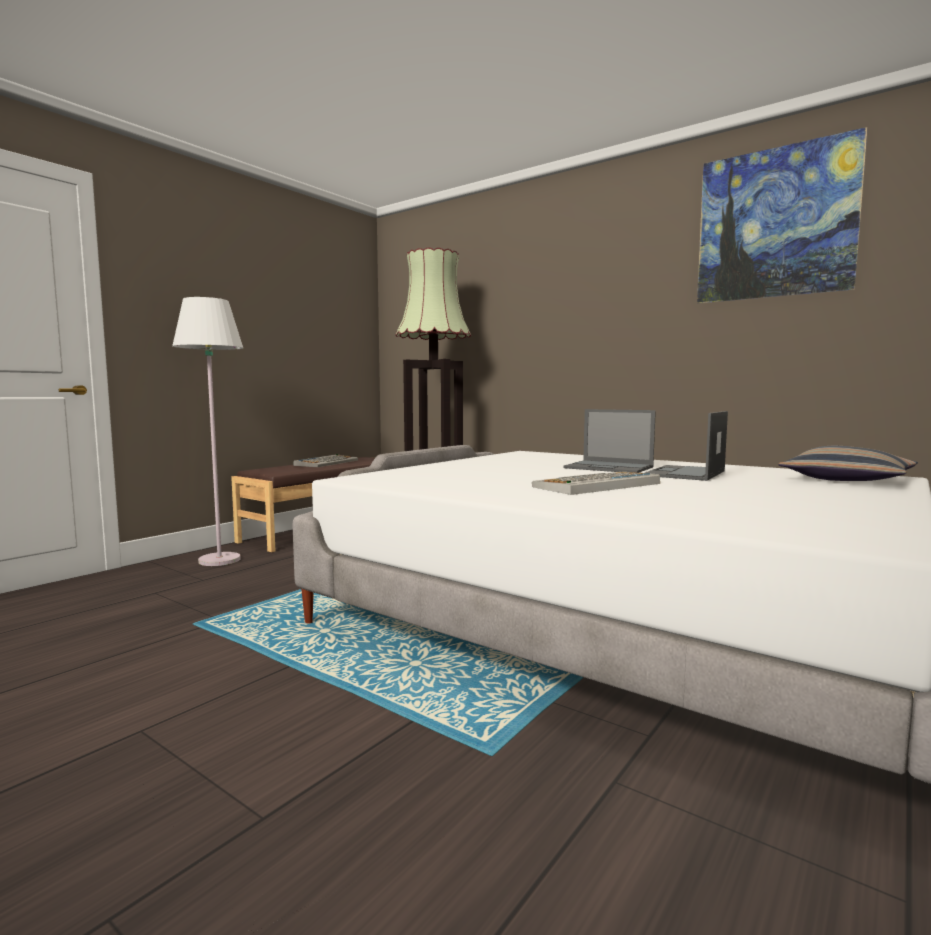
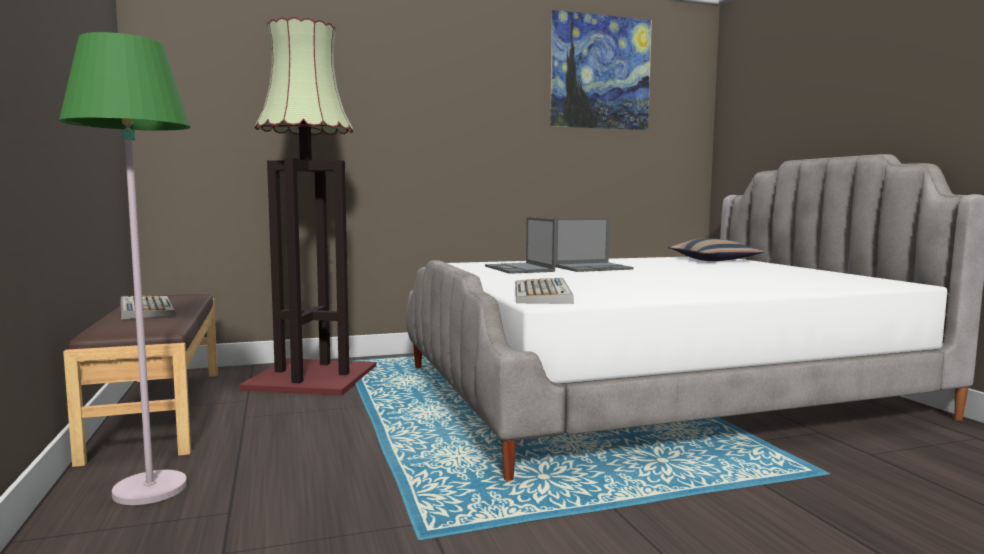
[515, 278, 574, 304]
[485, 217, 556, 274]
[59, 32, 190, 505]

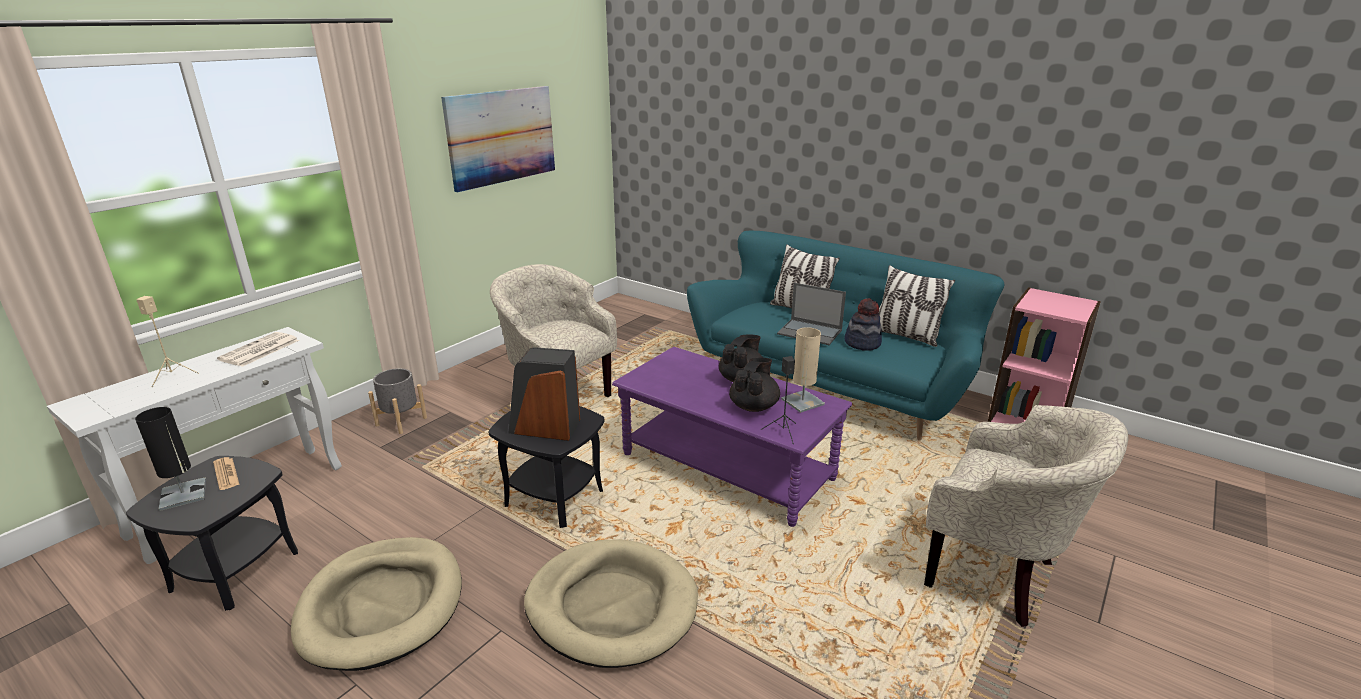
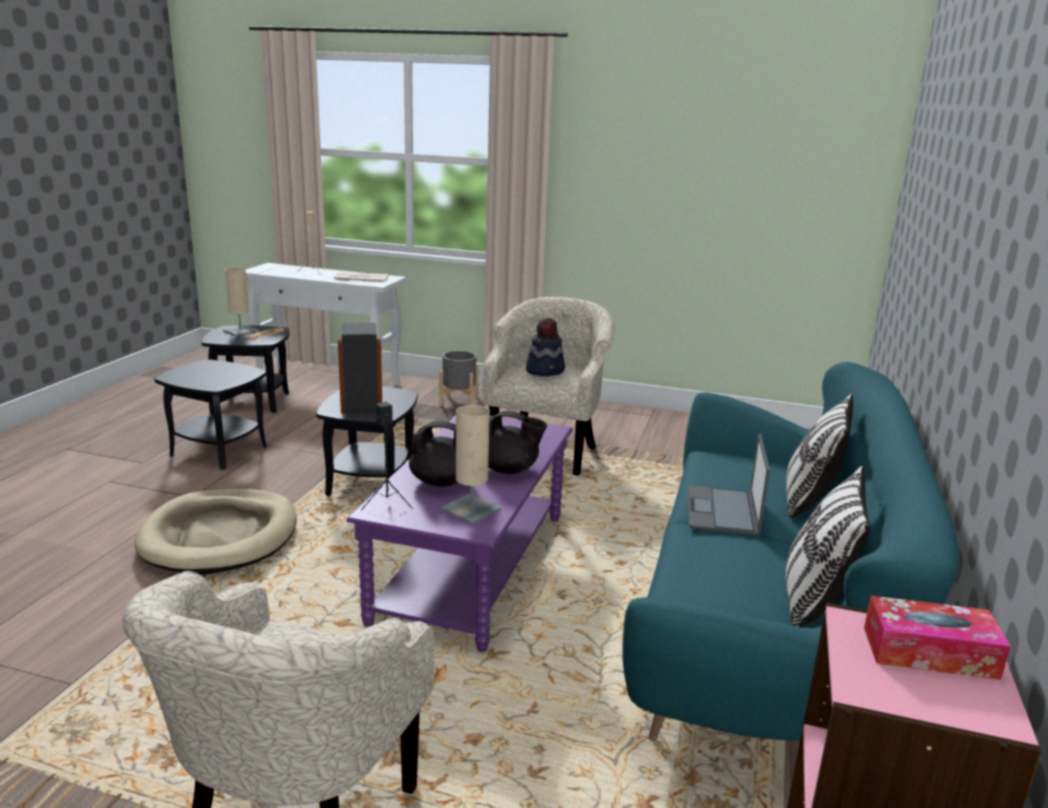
[441, 86, 555, 192] (first image)
[864, 596, 1011, 680]
[526, 318, 565, 376]
[154, 360, 267, 470]
[223, 268, 259, 336]

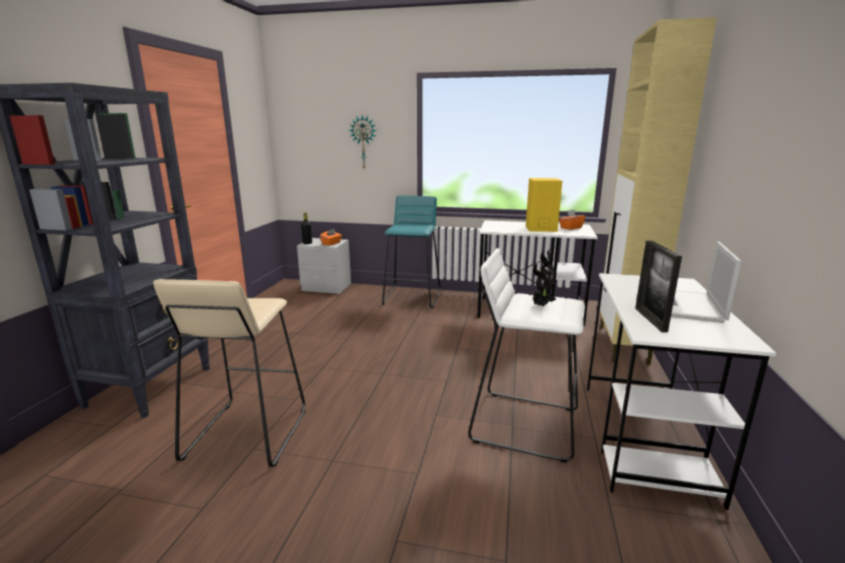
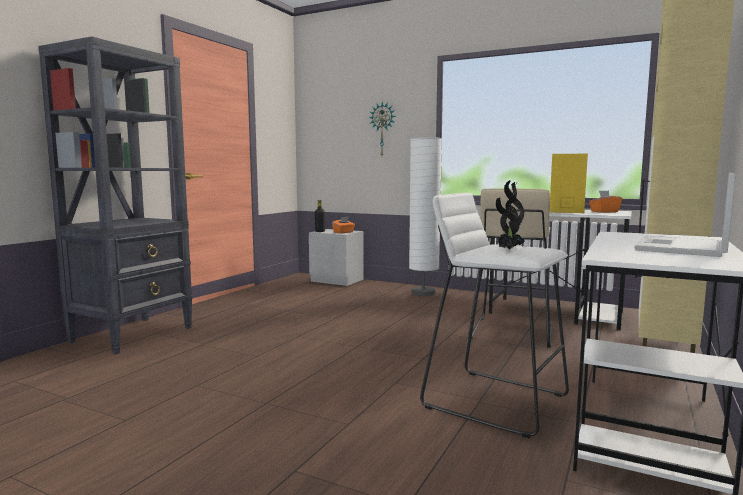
[635, 241, 682, 332] (first image)
[468, 188, 552, 348]
[409, 137, 442, 296]

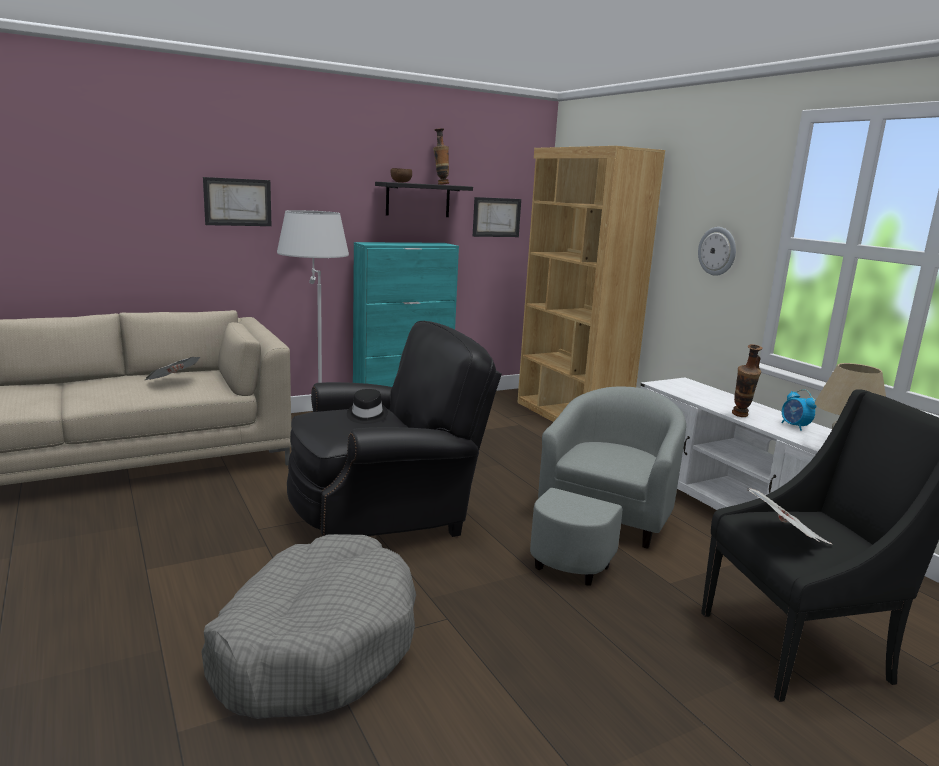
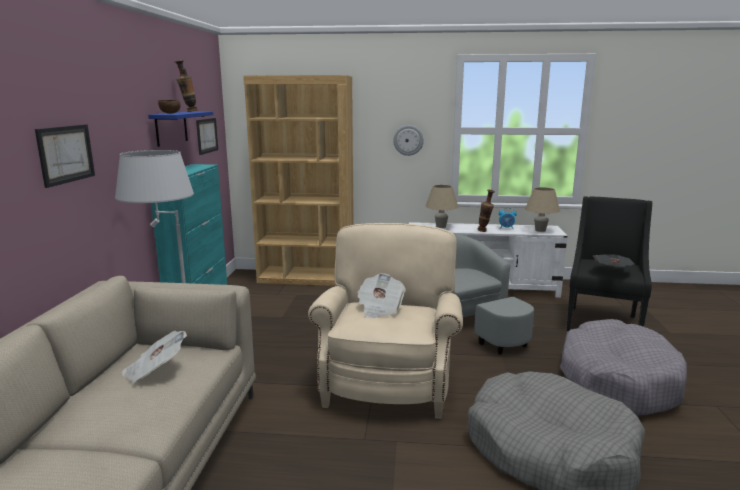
[426, 185, 458, 228]
[560, 319, 687, 416]
[357, 273, 406, 318]
[308, 223, 463, 419]
[148, 111, 213, 147]

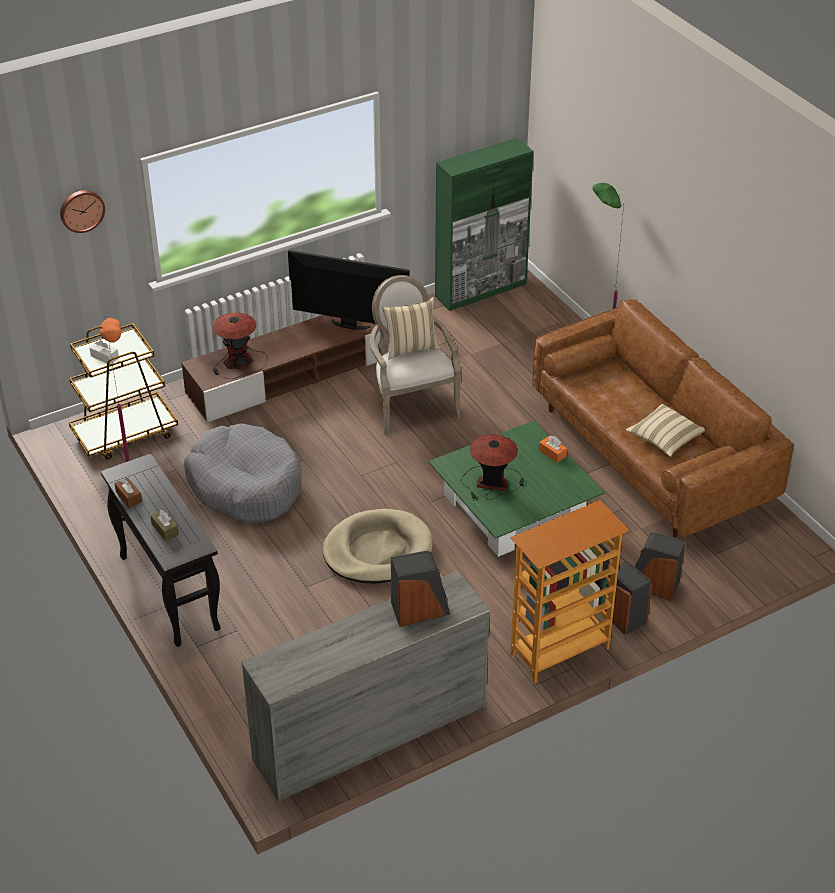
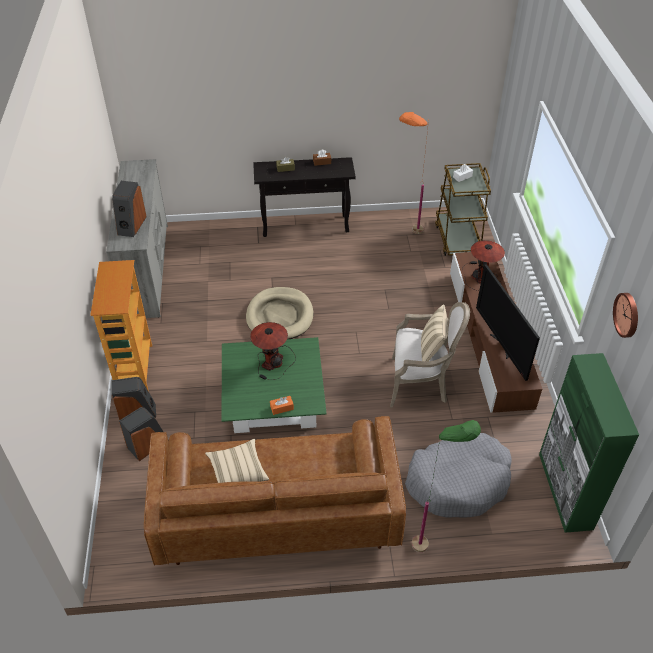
[613, 293, 638, 338]
[405, 433, 512, 518]
[476, 264, 540, 381]

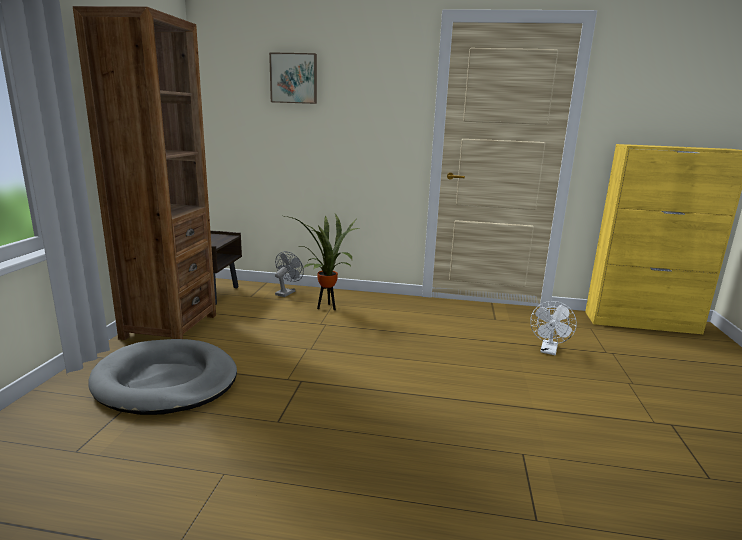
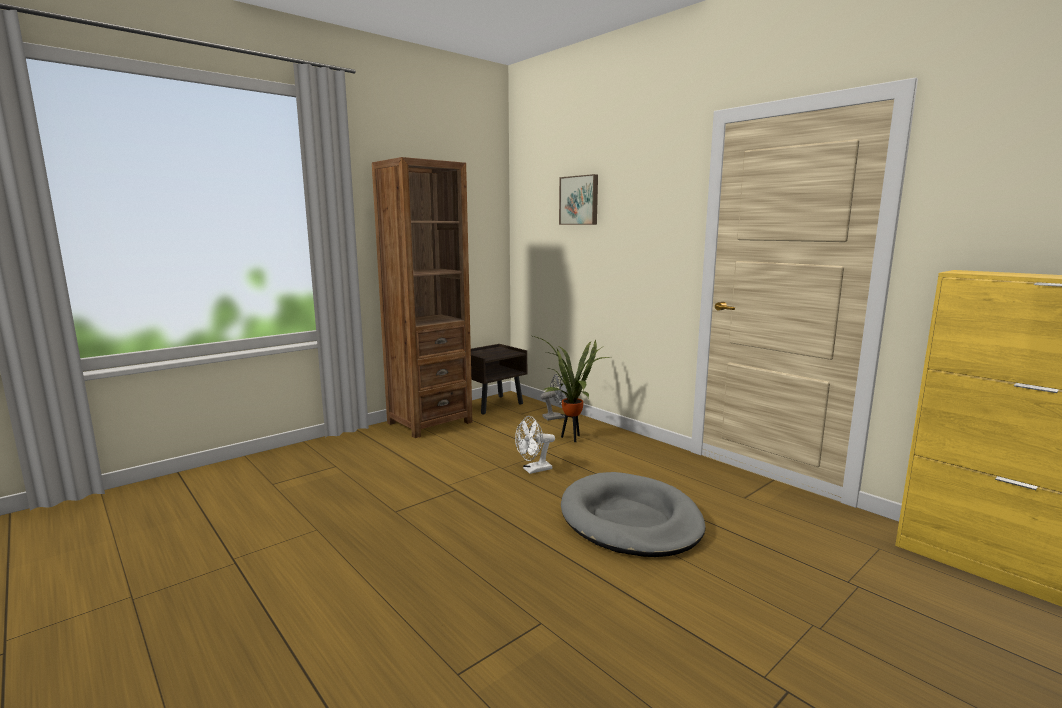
[561, 472, 705, 557]
[515, 416, 555, 474]

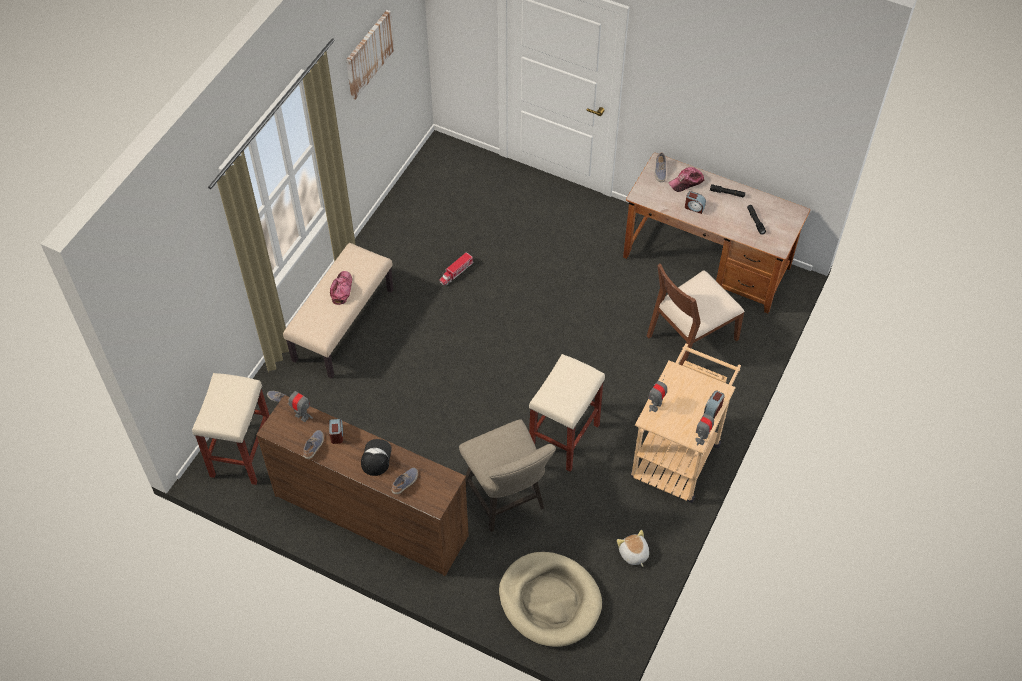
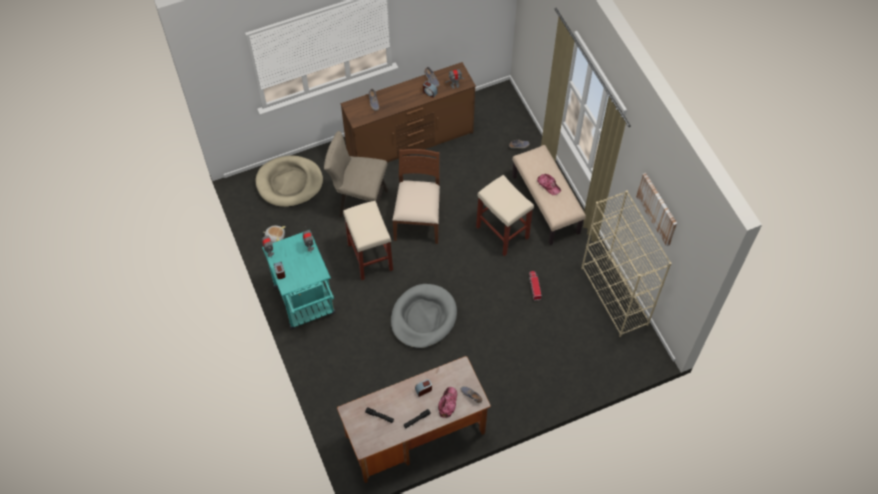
[361, 439, 392, 476] (first image)
[391, 284, 457, 349]
[581, 191, 672, 337]
[476, 175, 534, 256]
[392, 149, 440, 244]
[262, 230, 336, 330]

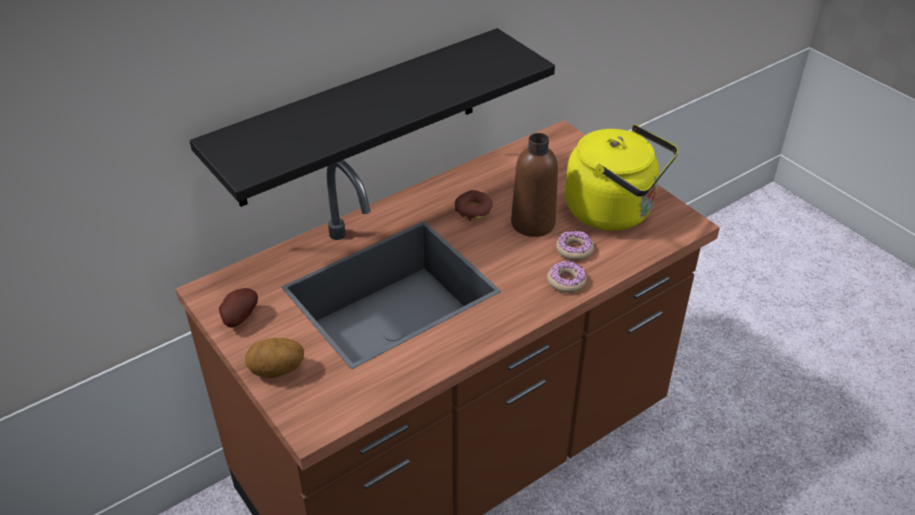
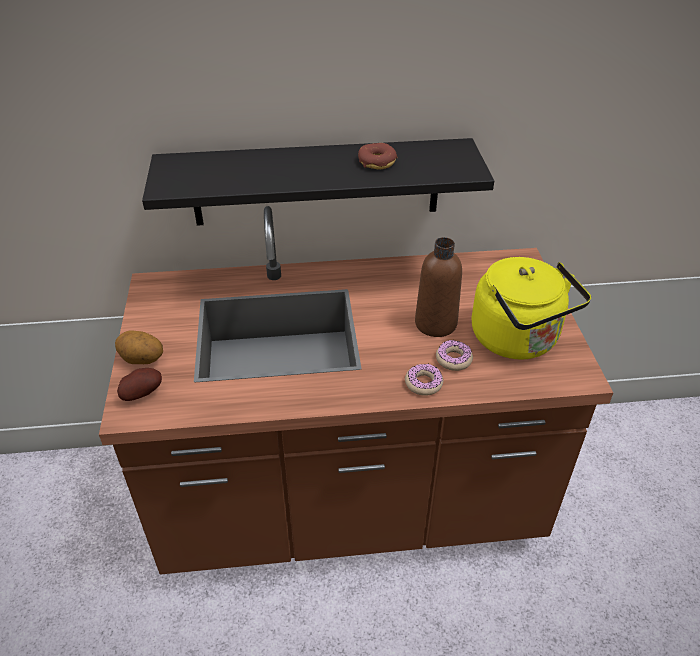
[117, 368, 162, 401]
[358, 143, 397, 169]

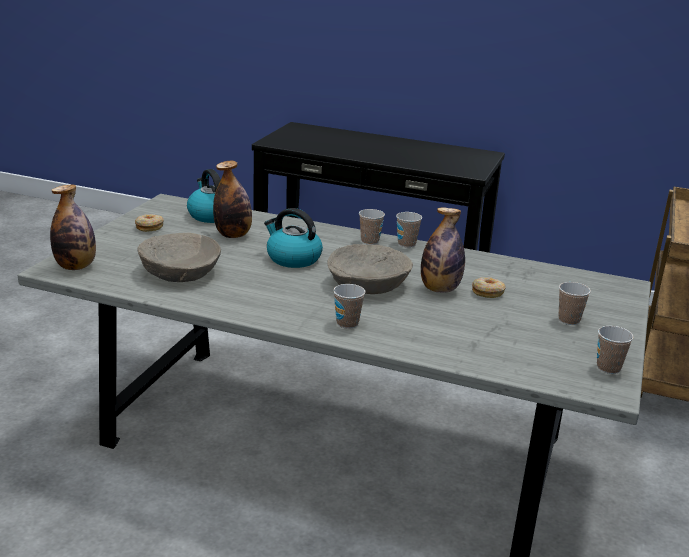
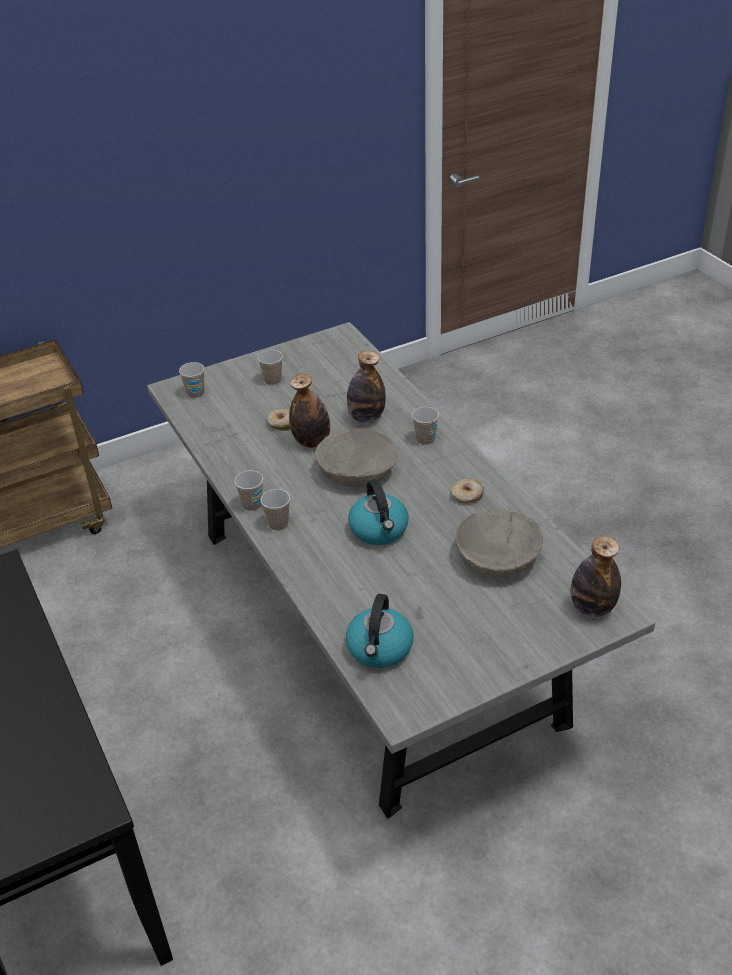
[451, 478, 484, 504]
[347, 351, 386, 423]
[179, 362, 205, 398]

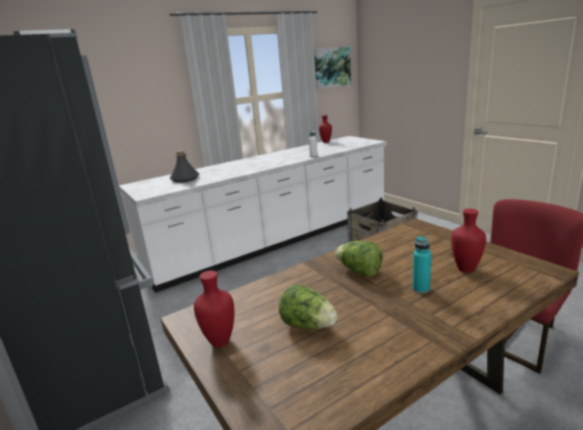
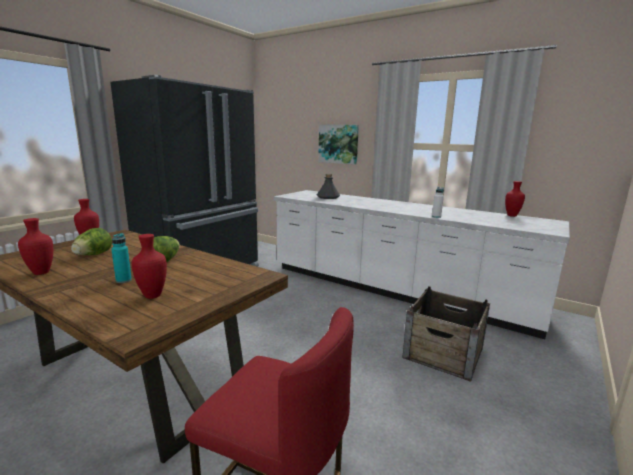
[18, 218, 53, 275]
[318, 125, 359, 165]

